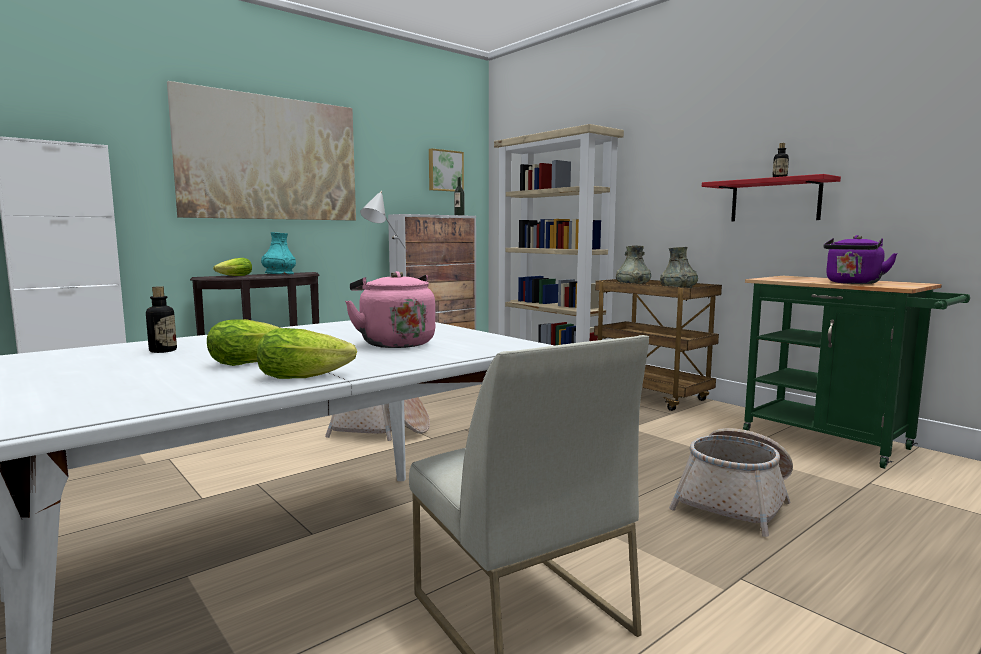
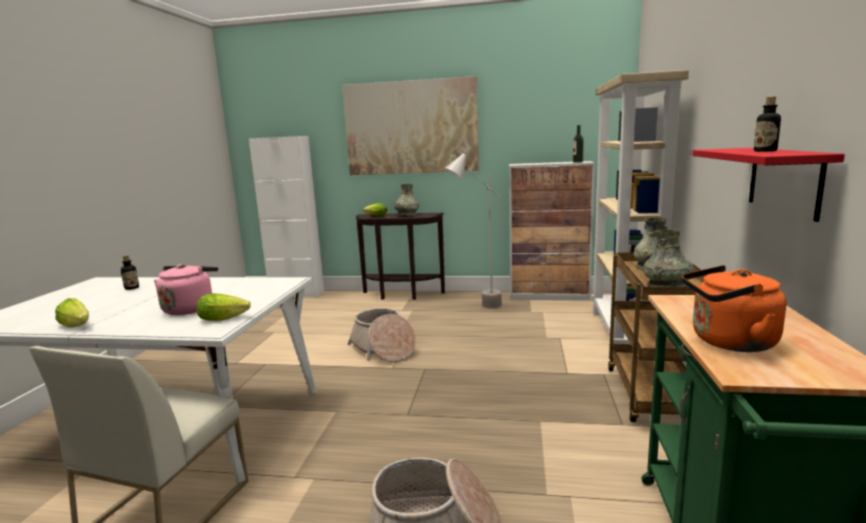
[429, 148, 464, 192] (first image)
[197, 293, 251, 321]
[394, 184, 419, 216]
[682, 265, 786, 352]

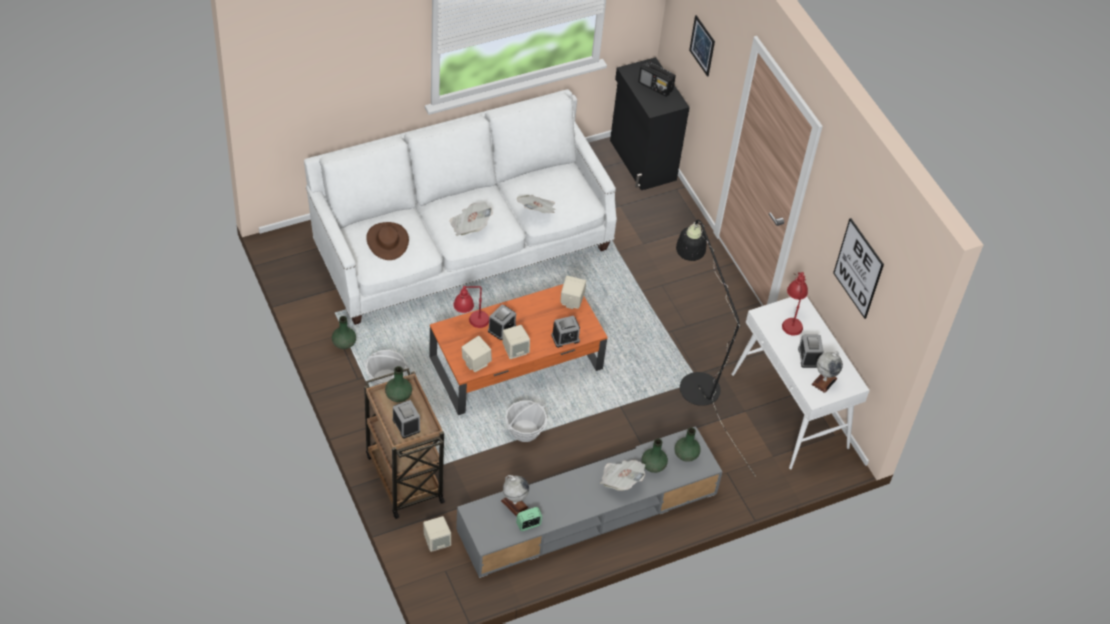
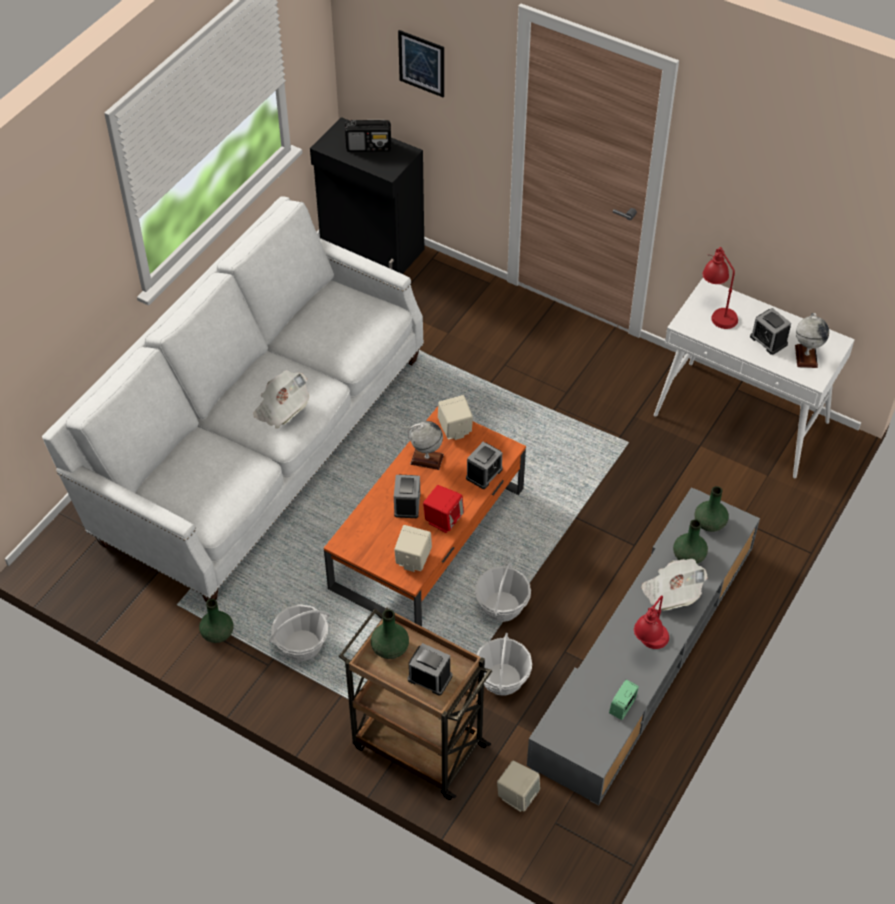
[366, 222, 409, 260] (first image)
[517, 195, 556, 213] (first image)
[676, 220, 756, 477] (first image)
[833, 218, 884, 319] (first image)
[477, 633, 532, 696]
[634, 595, 669, 649]
[408, 421, 444, 470]
[423, 485, 464, 533]

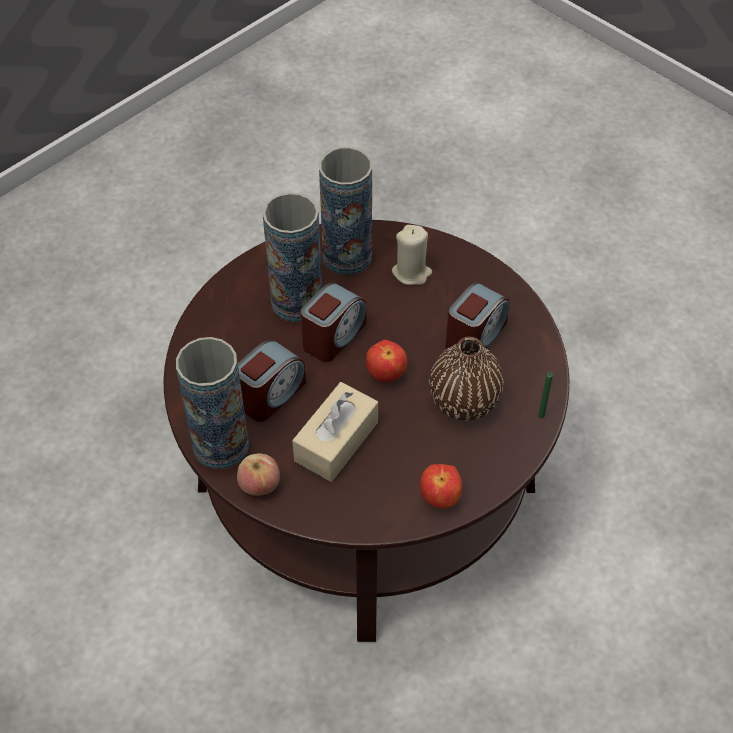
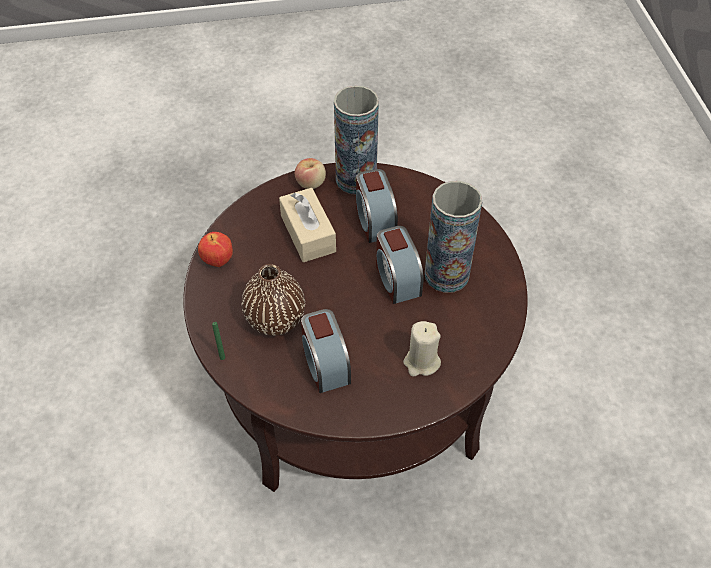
[319, 147, 372, 275] (first image)
[366, 340, 407, 382] (first image)

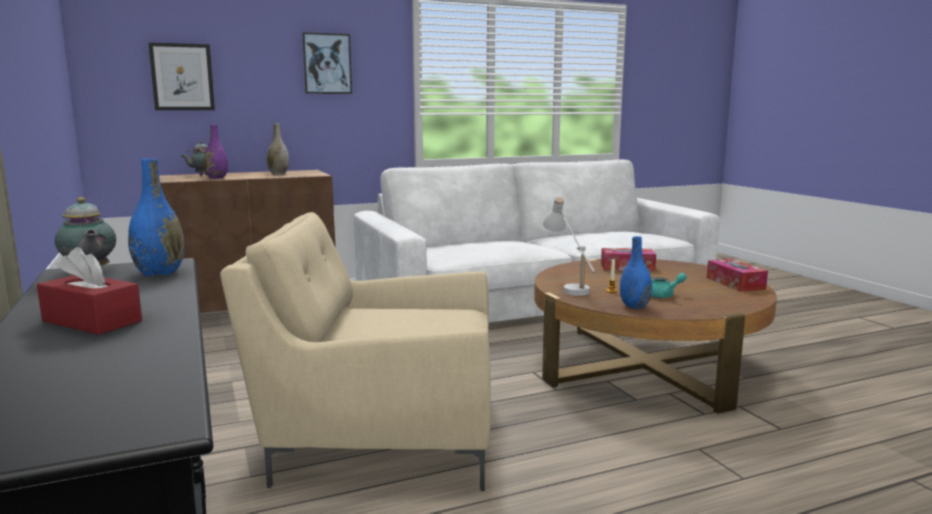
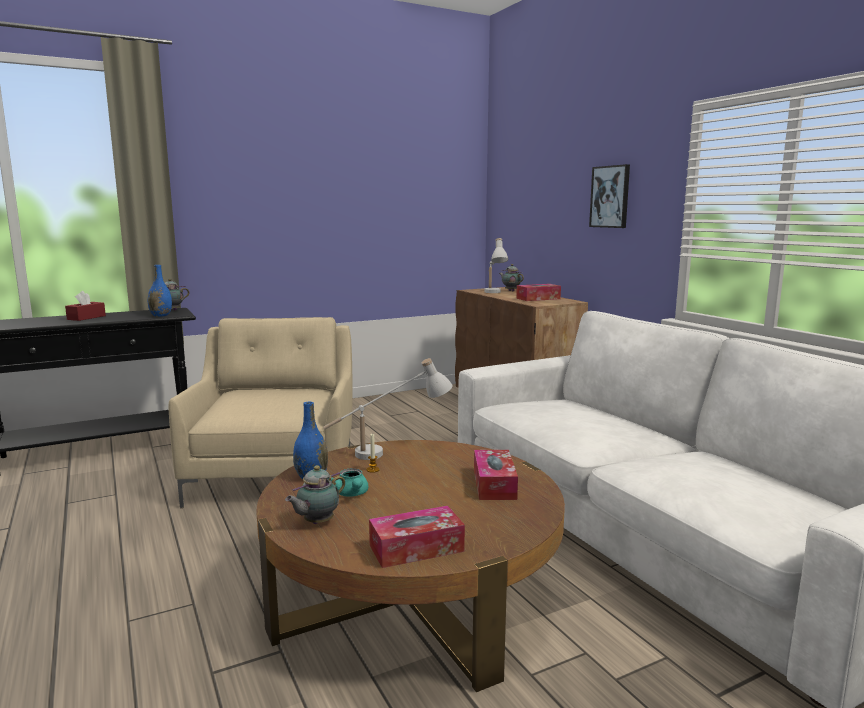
[148, 42, 215, 110] (first image)
[285, 465, 345, 524]
[484, 238, 508, 293]
[516, 284, 561, 301]

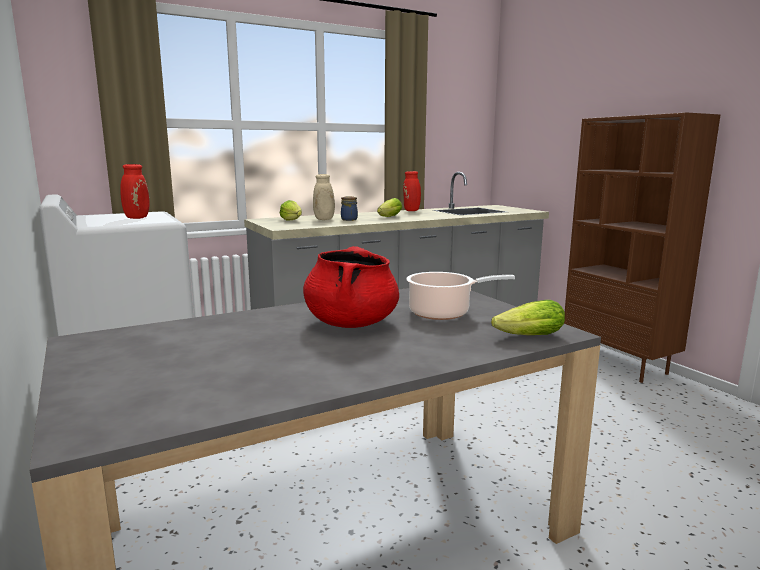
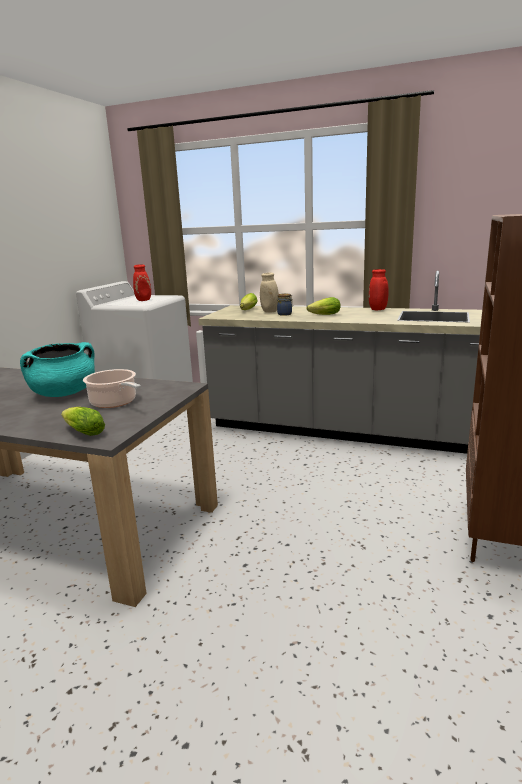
[20, 342, 95, 397]

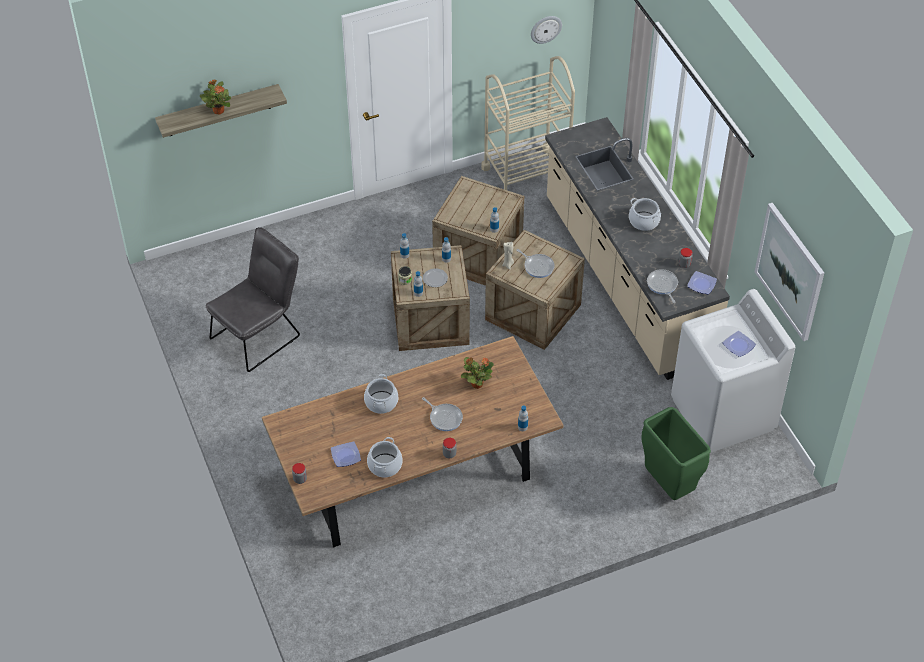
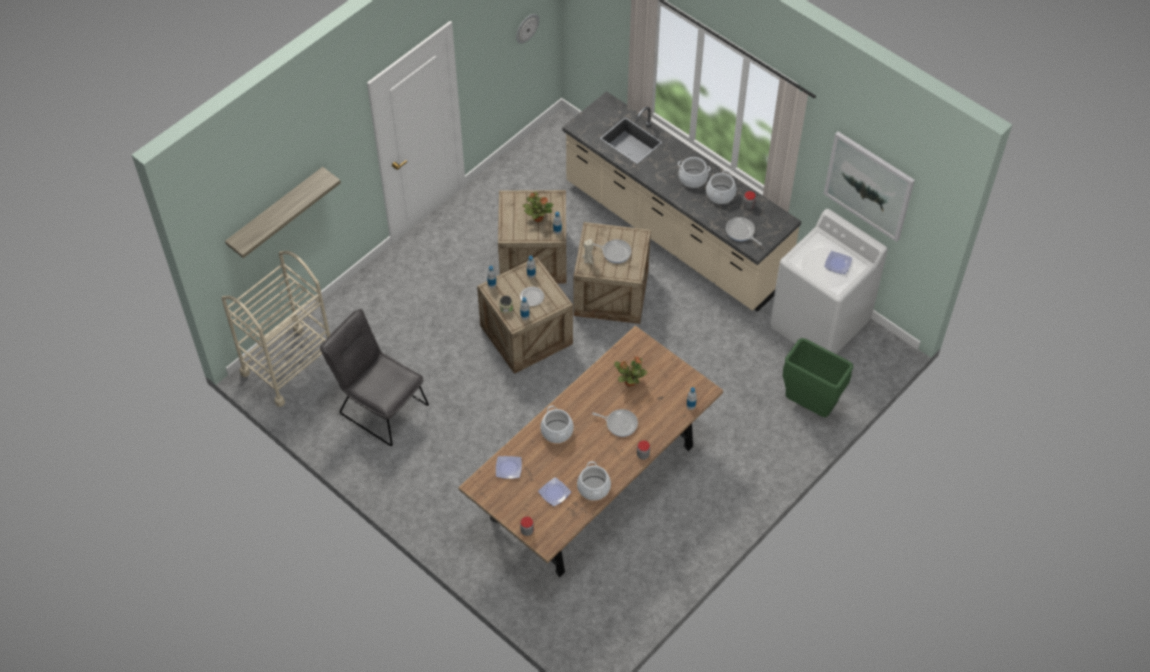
[706, 170, 736, 204]
[523, 192, 553, 222]
[221, 251, 330, 407]
[496, 456, 522, 479]
[320, 309, 429, 446]

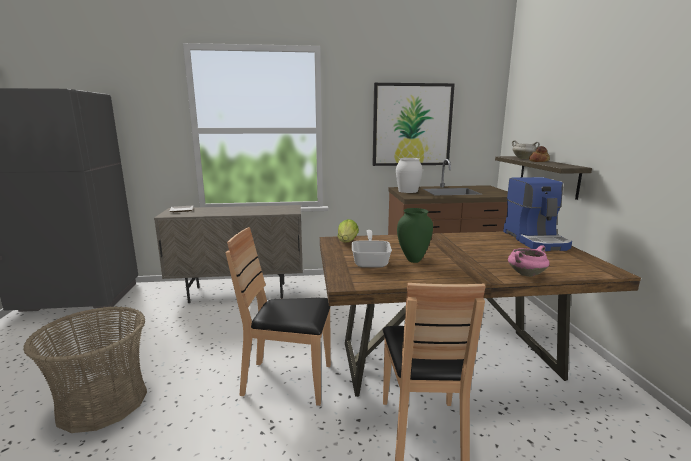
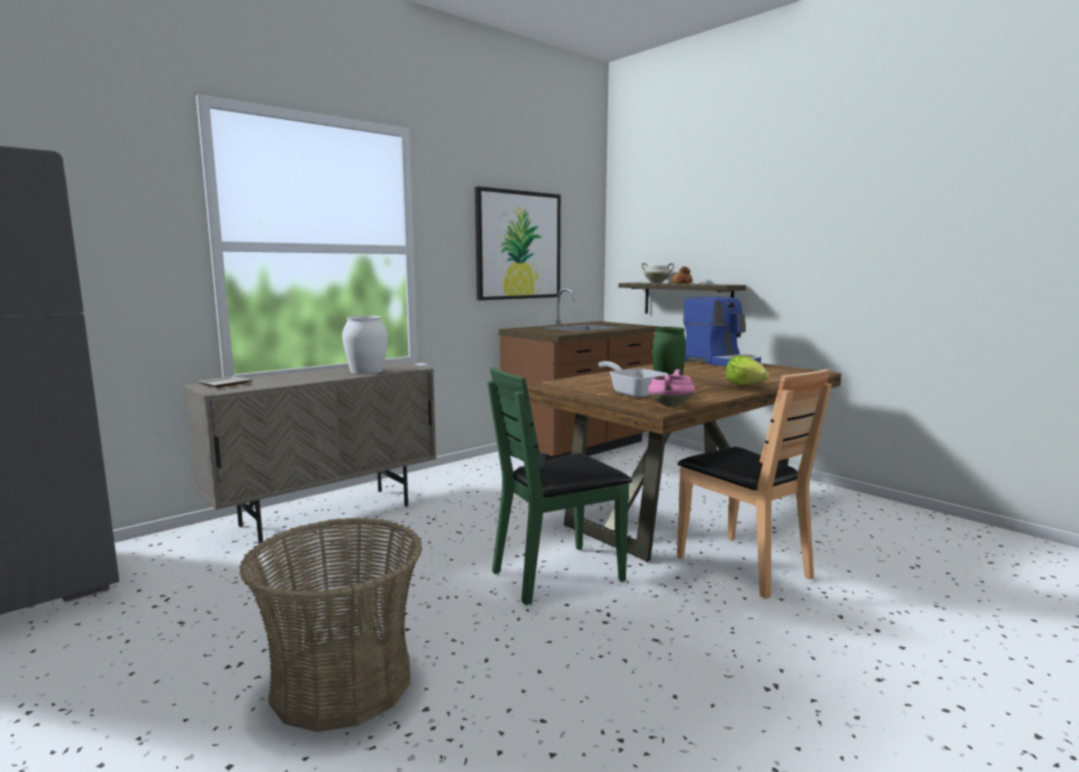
[726, 355, 770, 385]
[342, 316, 388, 374]
[648, 369, 695, 407]
[487, 367, 632, 605]

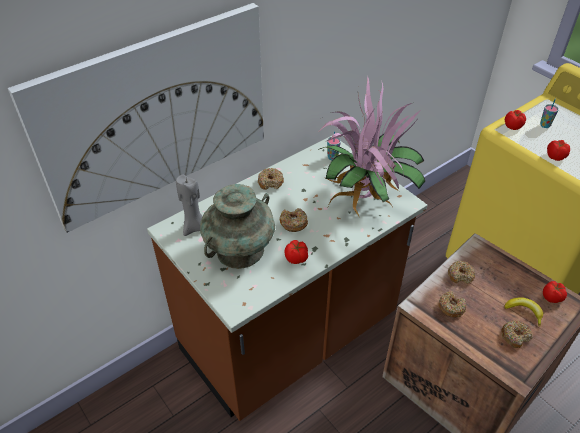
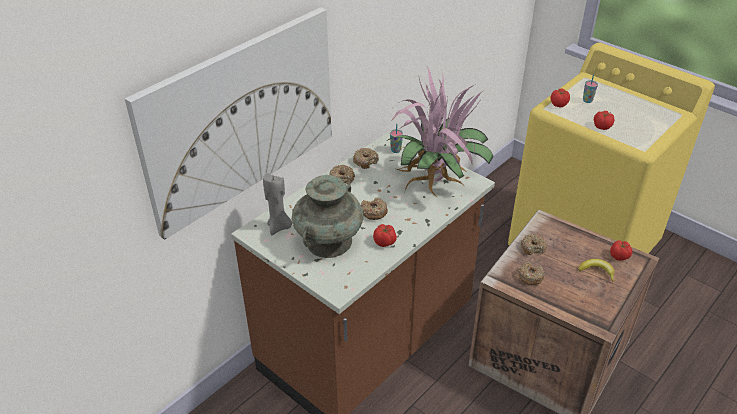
[353, 148, 379, 169]

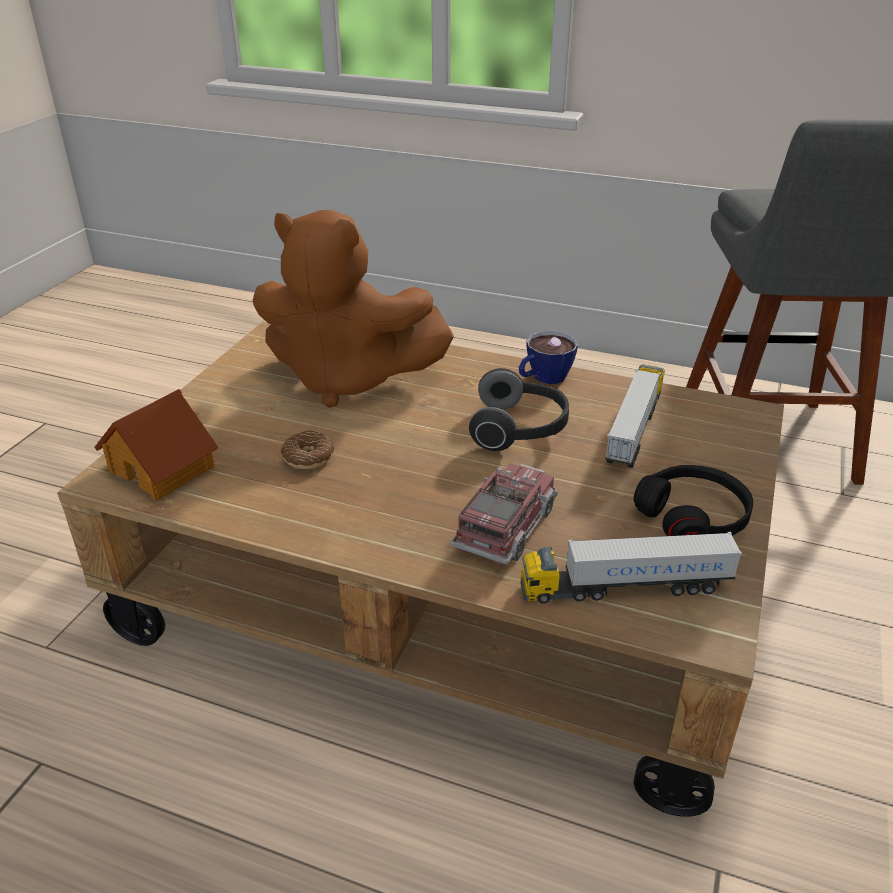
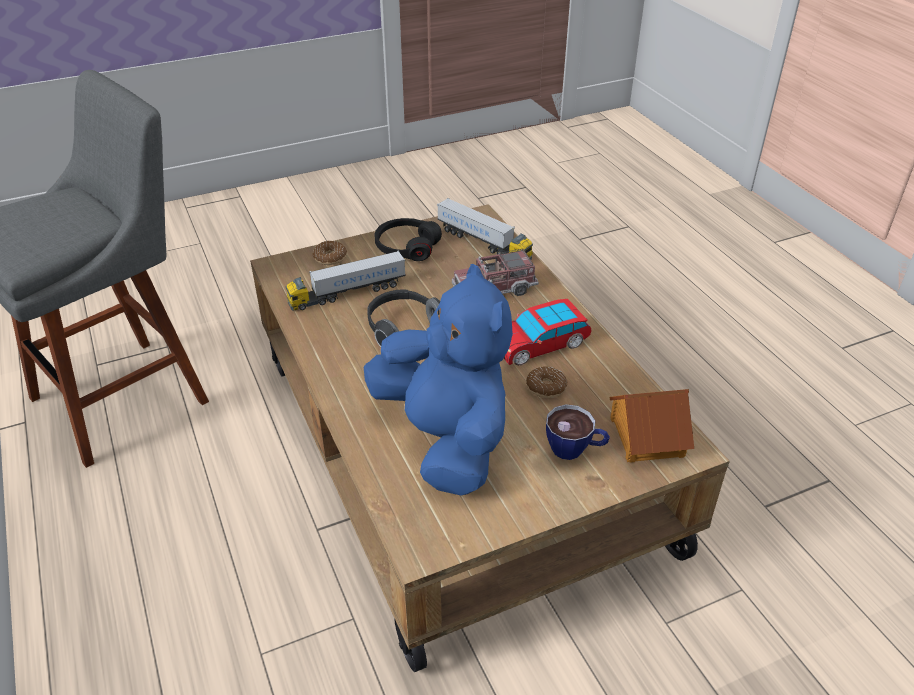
[312, 241, 347, 265]
[504, 299, 592, 365]
[546, 404, 610, 460]
[364, 264, 513, 495]

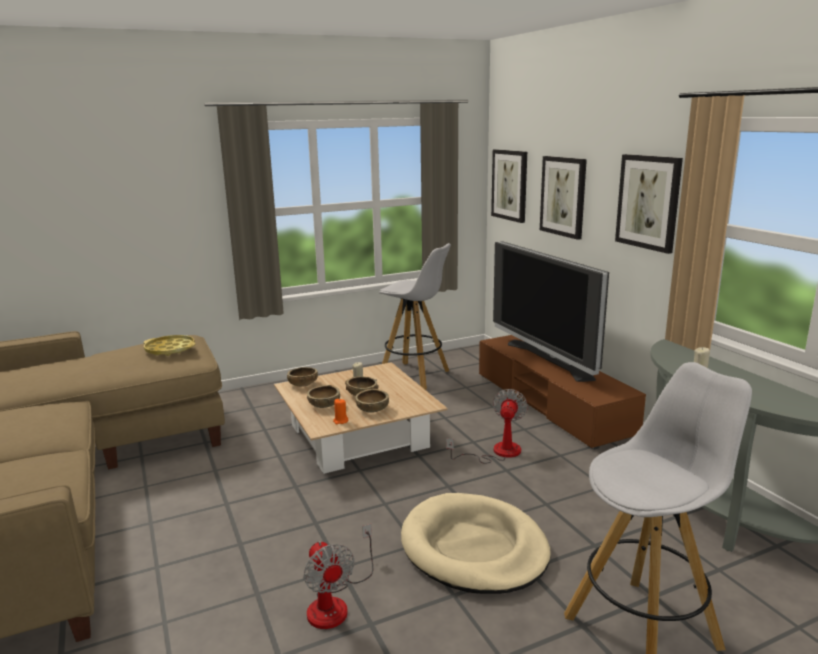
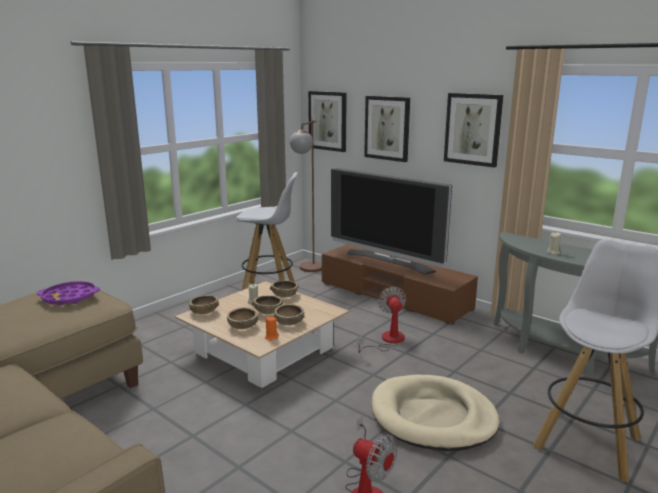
[270, 280, 299, 297]
[290, 120, 322, 272]
[37, 281, 100, 305]

